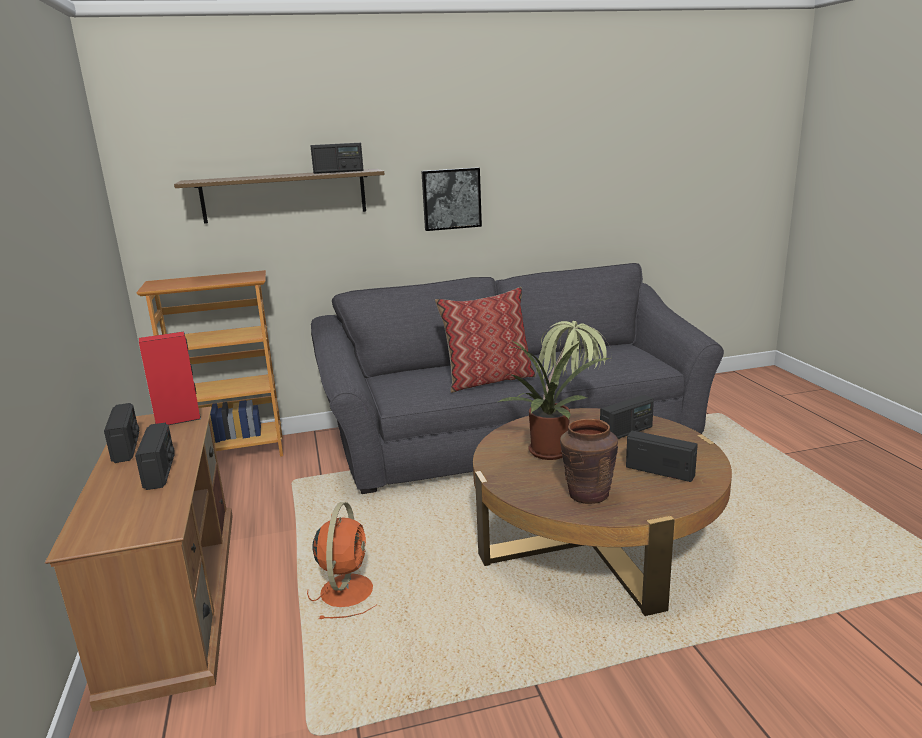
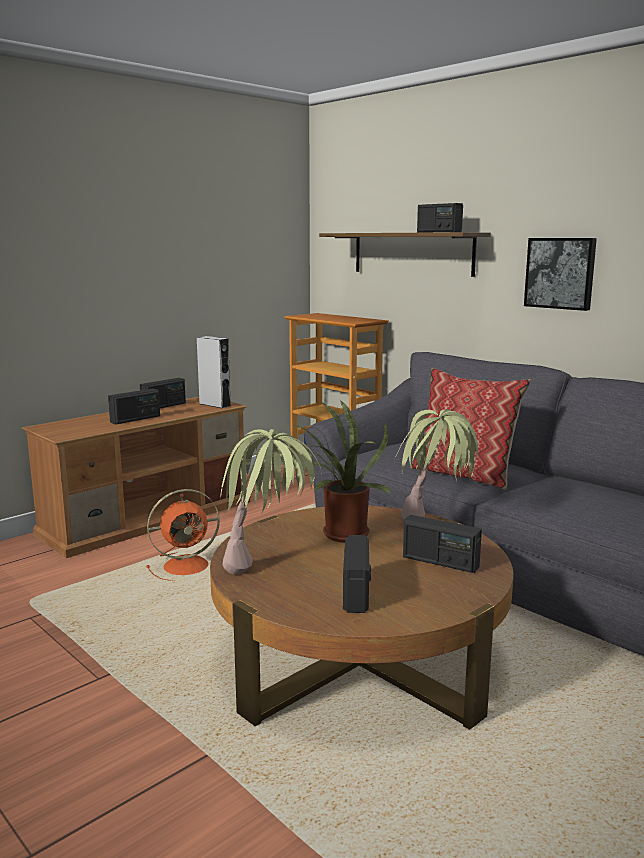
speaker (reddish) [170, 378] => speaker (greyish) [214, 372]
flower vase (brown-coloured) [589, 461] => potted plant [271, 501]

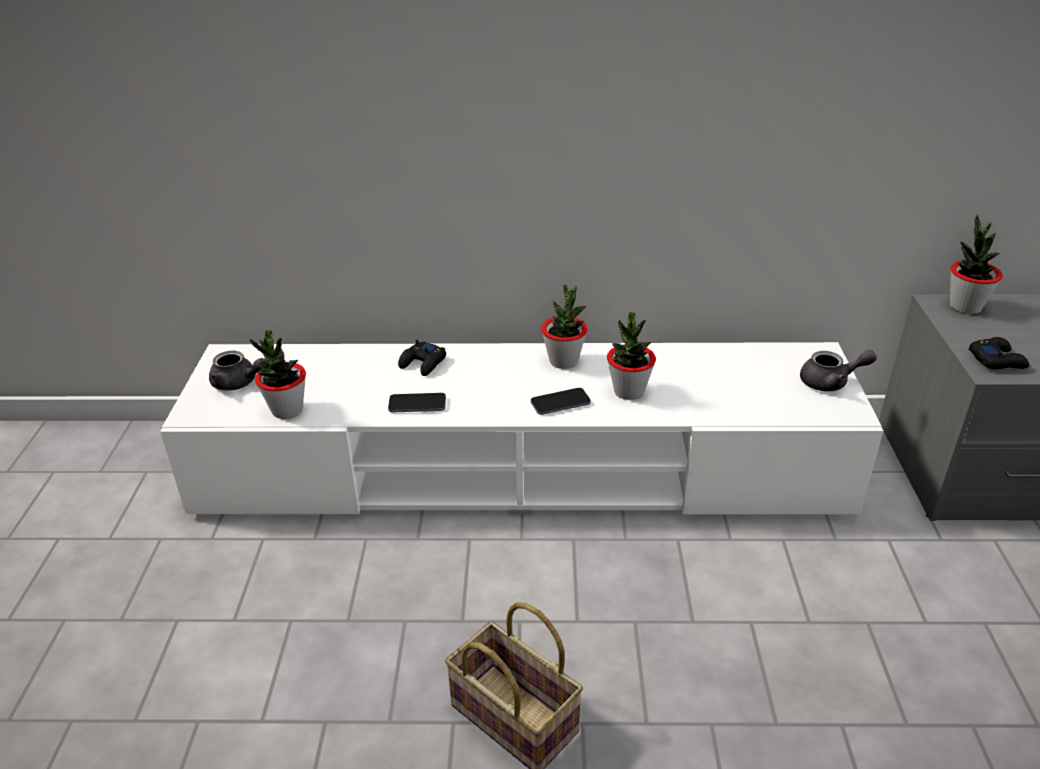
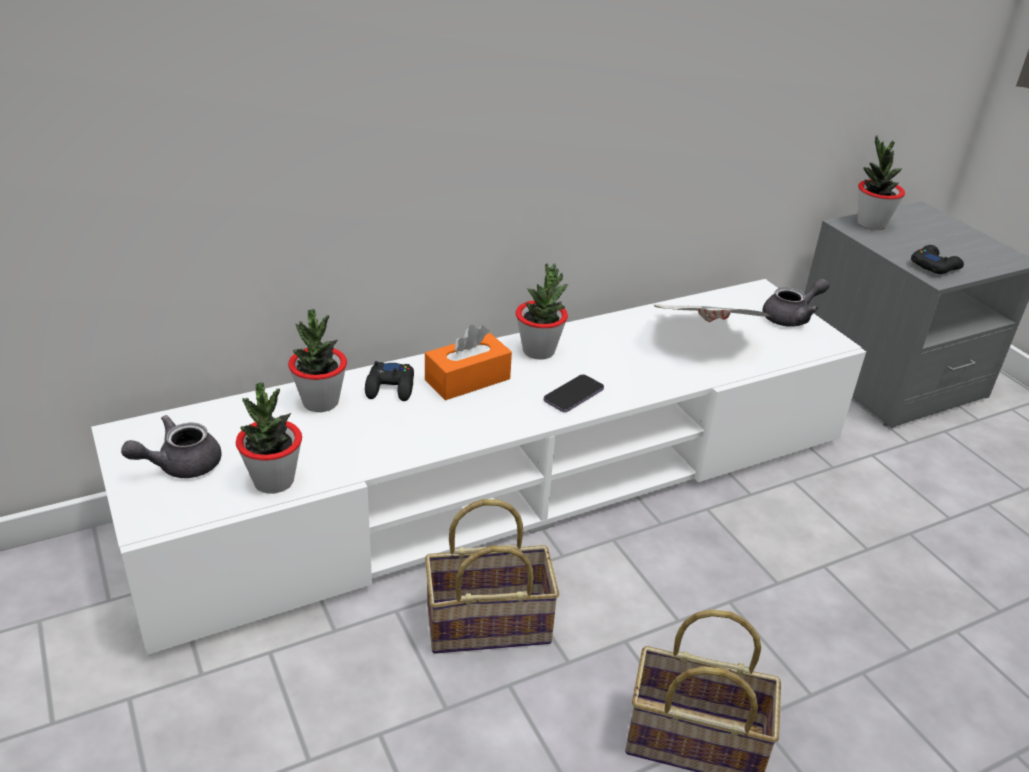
teapot (greyish) [238, 371] => teapot (greyish) [171, 446], 150 degrees clockwise
potted plant [631, 356] => potted plant [317, 360], move
nothing => box of tissues (orange) [468, 362]
nothing => basket [492, 576]
nothing => newspaper [712, 313]
handset [417, 402] => nothing

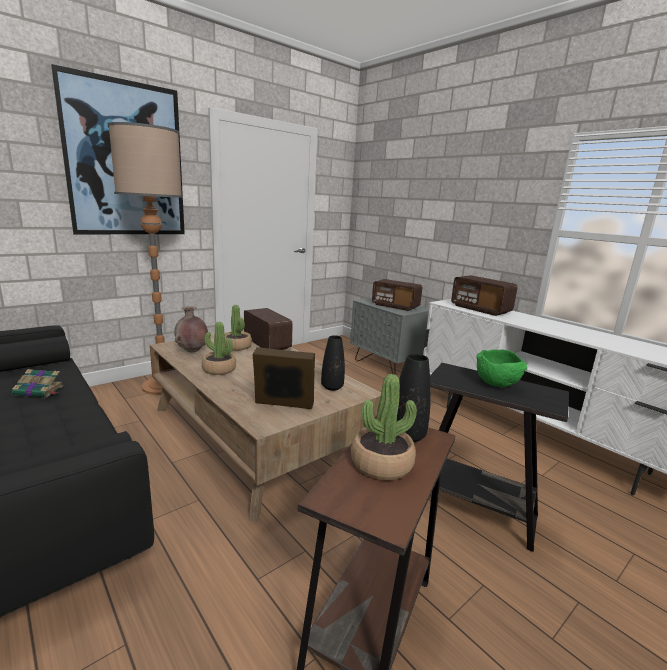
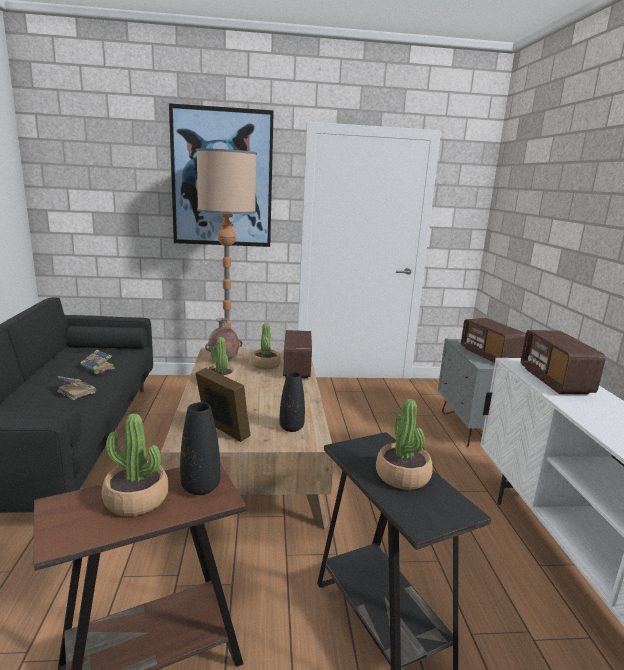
nothing => volume [76, 388]
deep dish (green) [501, 368] => potted plant [404, 444]

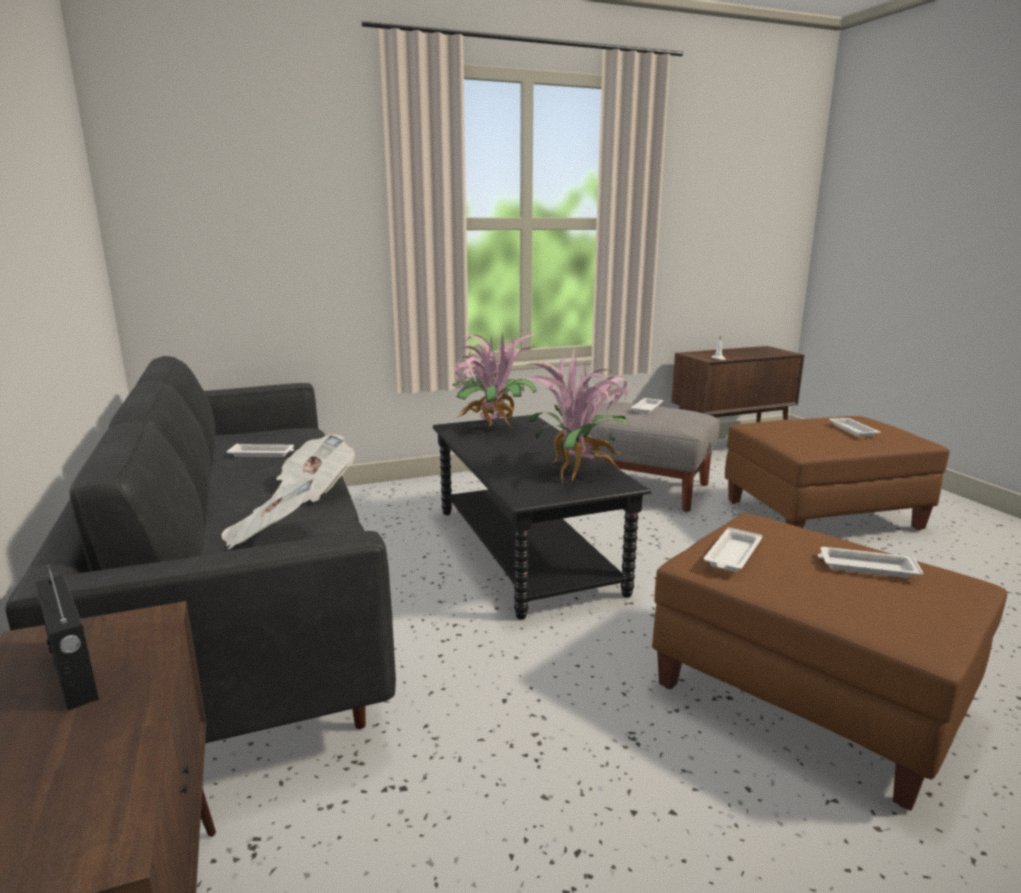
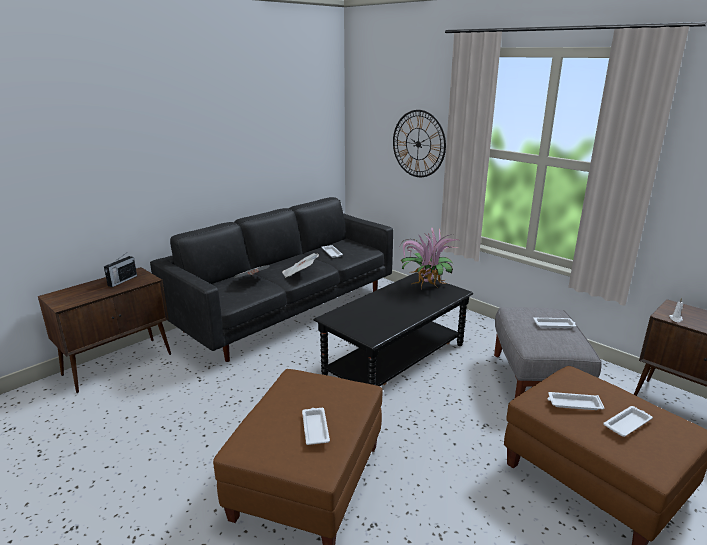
nothing => wall clock [419, 143]
carrying tray (white) [733, 549] => carrying tray (white) [576, 401], move
potted plant [576, 418] => nothing

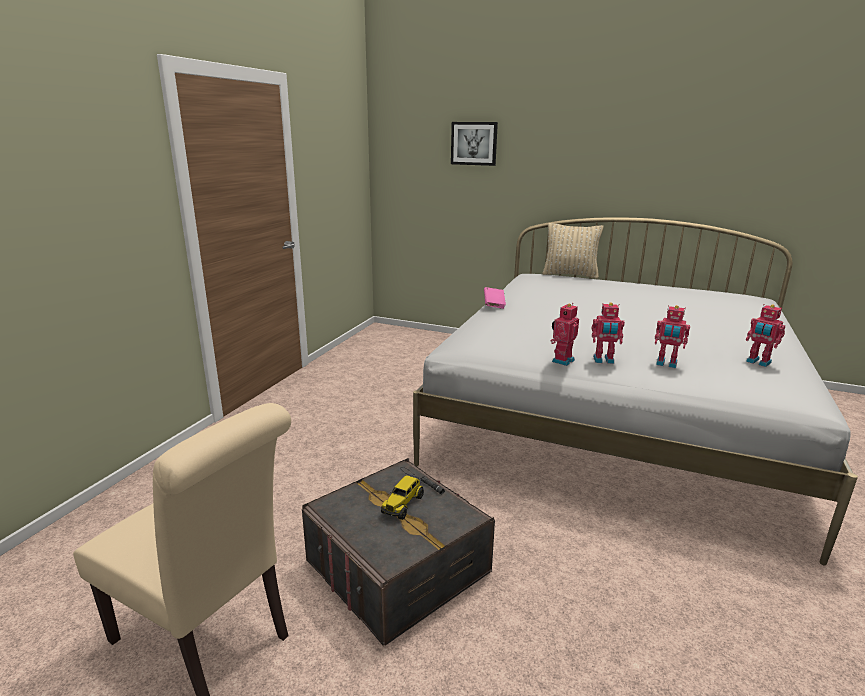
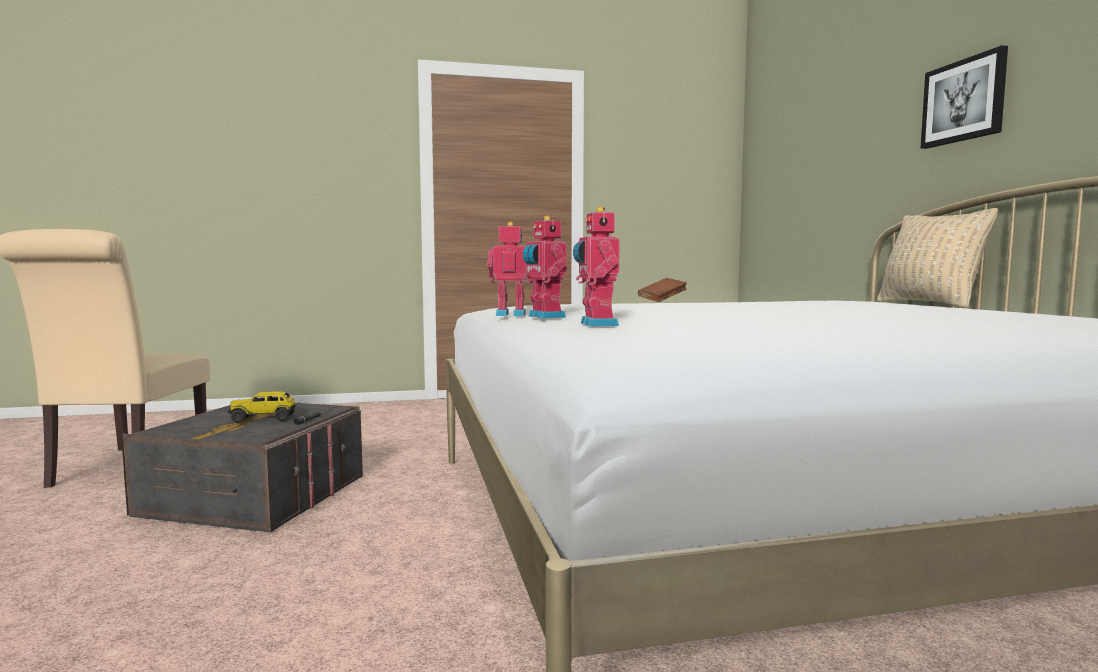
volume (pink) [495, 298] => volume (brown-coloured) [662, 290]
picture [474, 144] => picture [964, 97], move
model robot [765, 335] => nothing

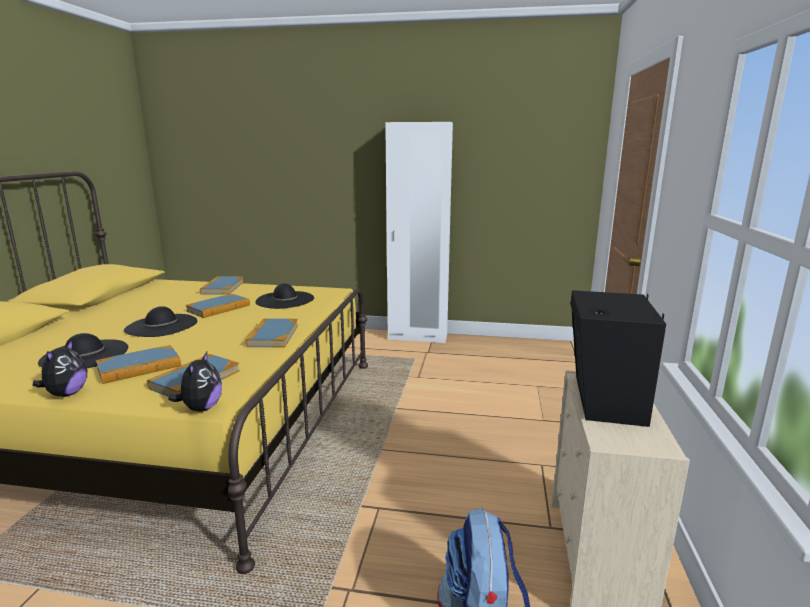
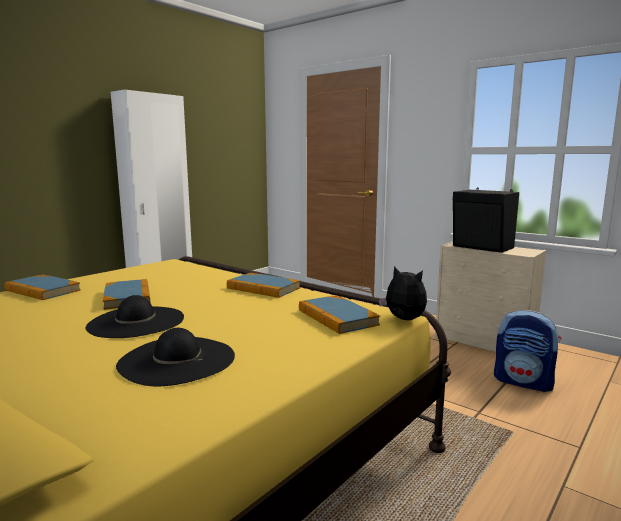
plush toy [60, 368] => nothing
volume [138, 364] => nothing
wearable hat (blackish) [284, 296] => nothing

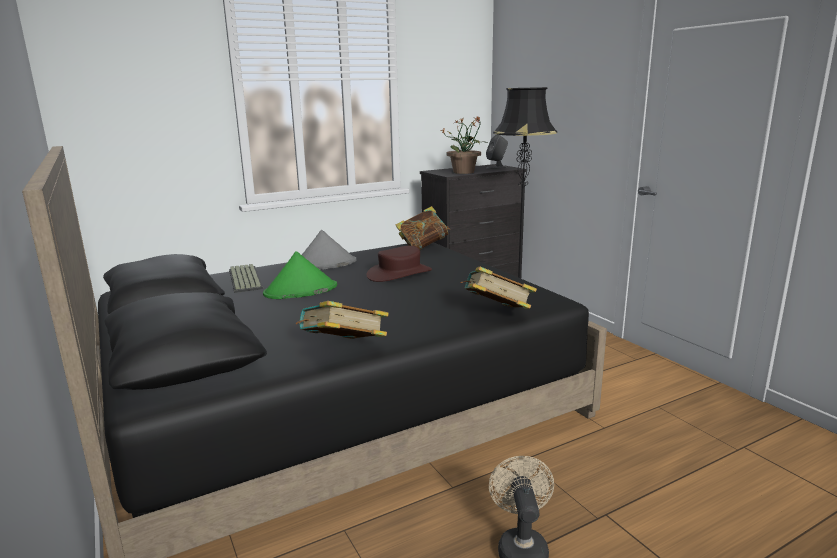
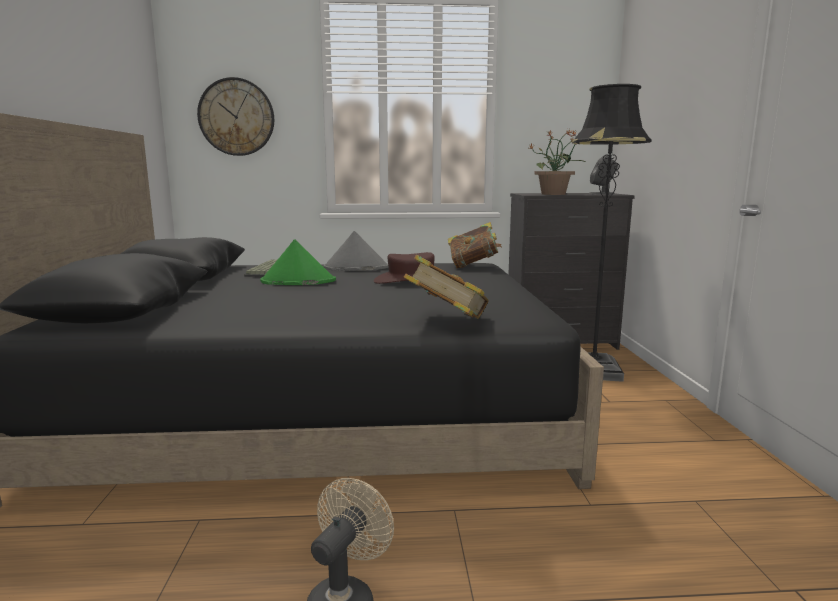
nothing => wall clock [235, 116]
volume [342, 320] => nothing

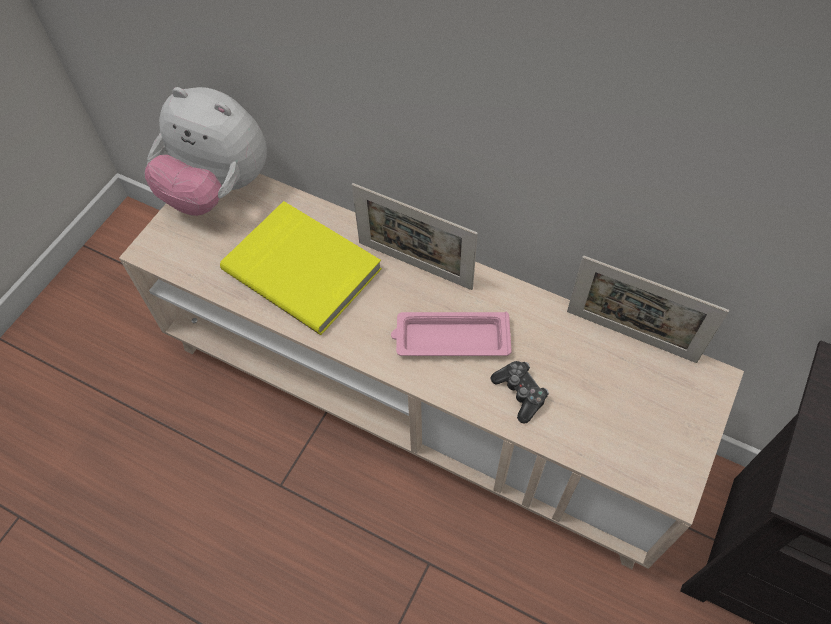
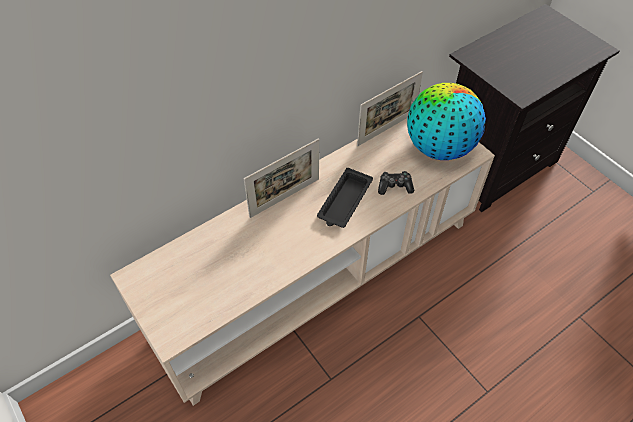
carrying tray (pink) [451, 334] => carrying tray (blackish) [345, 198]
nothing => desk globe [446, 121]
plush toy [206, 151] => nothing
volume (yellow-coloured) [301, 268] => nothing

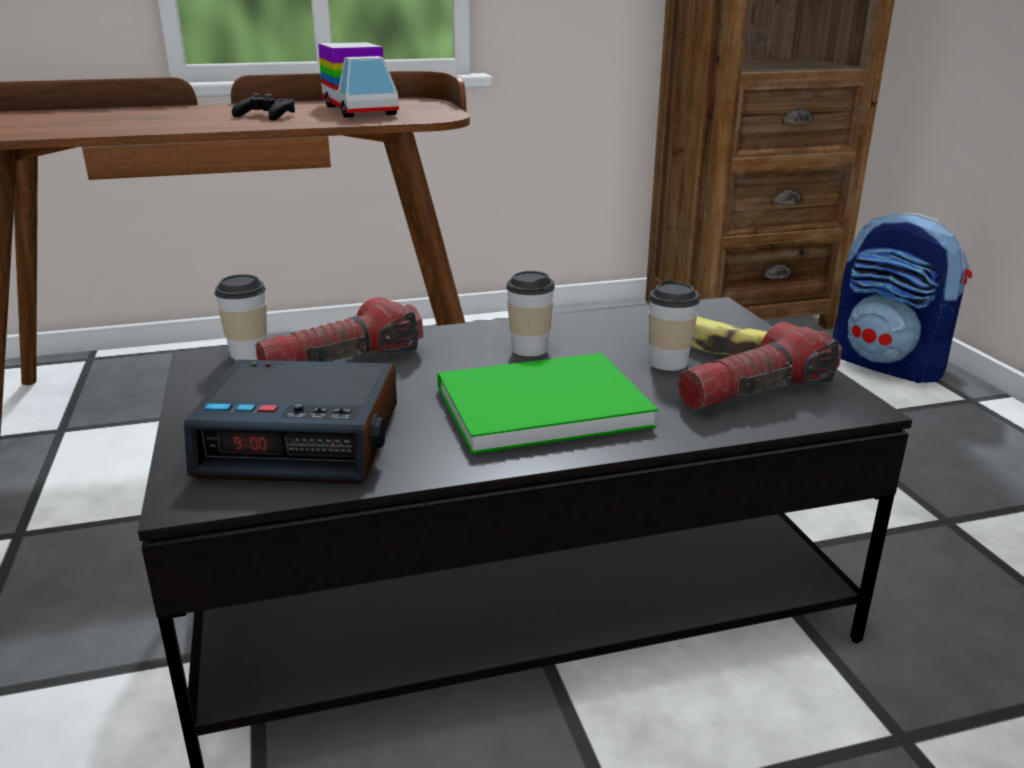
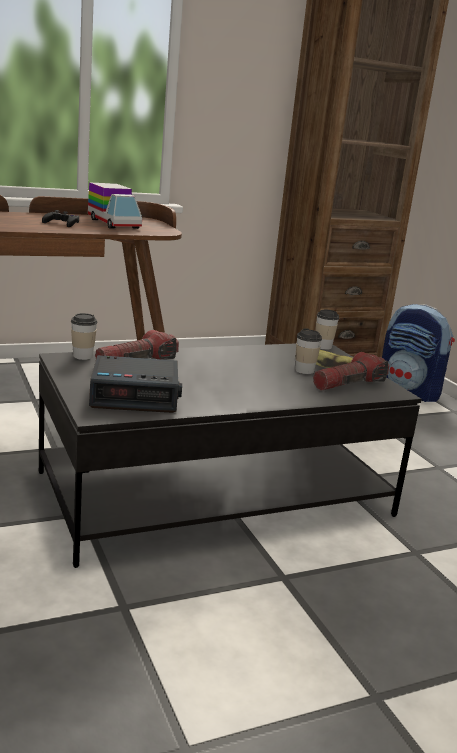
cup [530, 313] => cup [327, 329], move
volume (green) [547, 403] => nothing

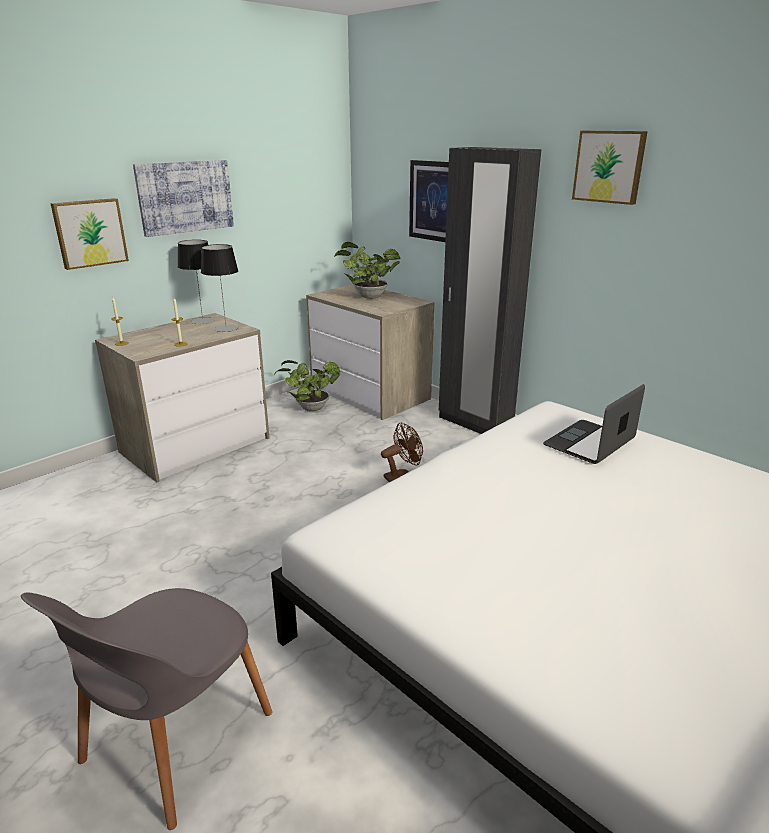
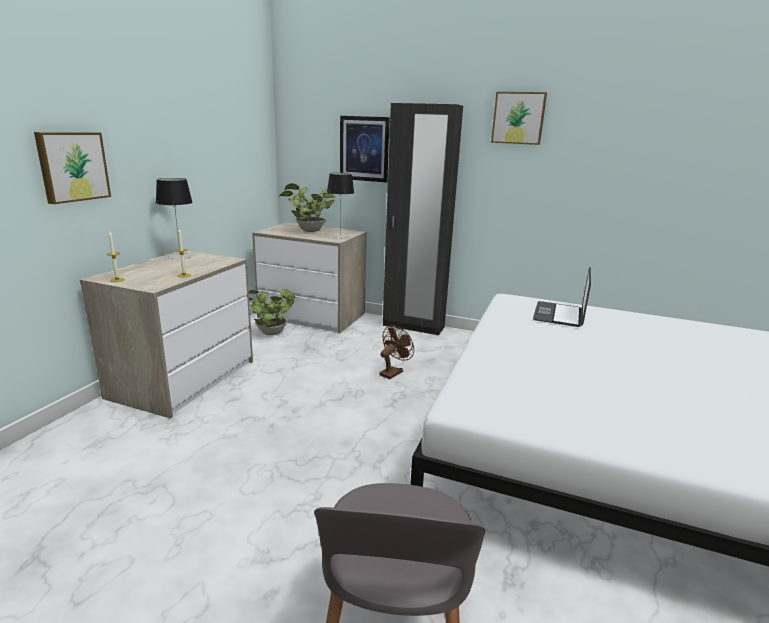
table lamp [220, 288] => table lamp [340, 205], move
picture [183, 198] => nothing

